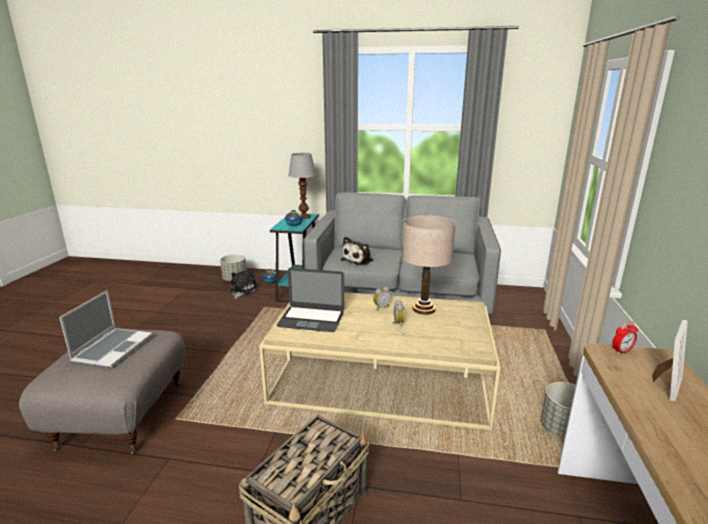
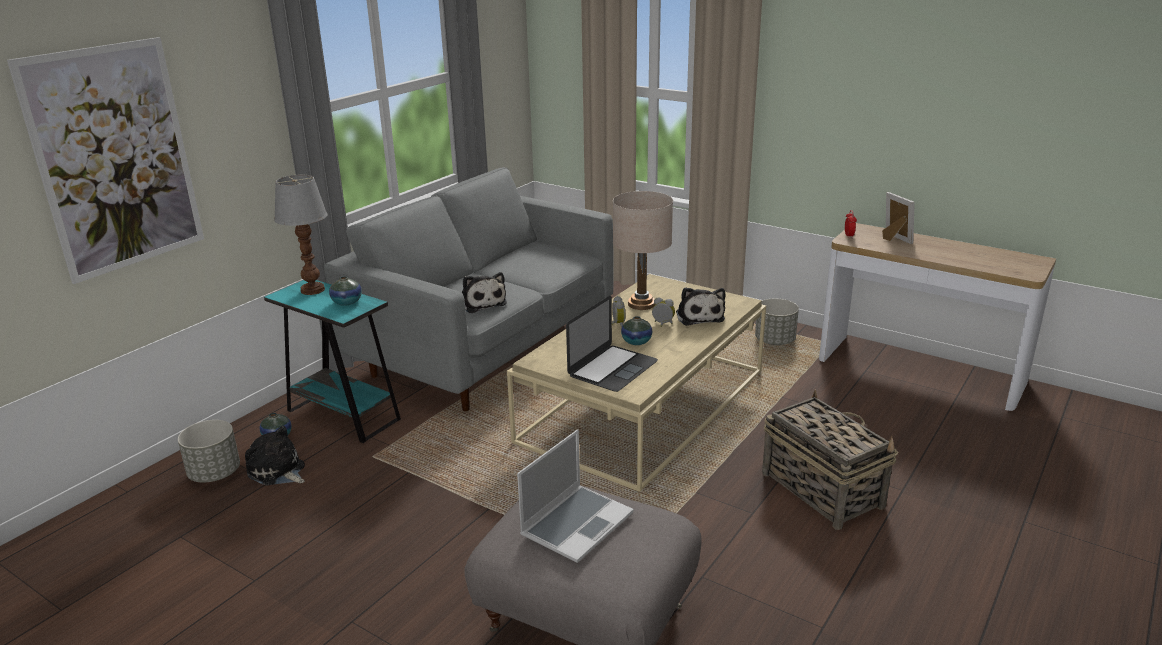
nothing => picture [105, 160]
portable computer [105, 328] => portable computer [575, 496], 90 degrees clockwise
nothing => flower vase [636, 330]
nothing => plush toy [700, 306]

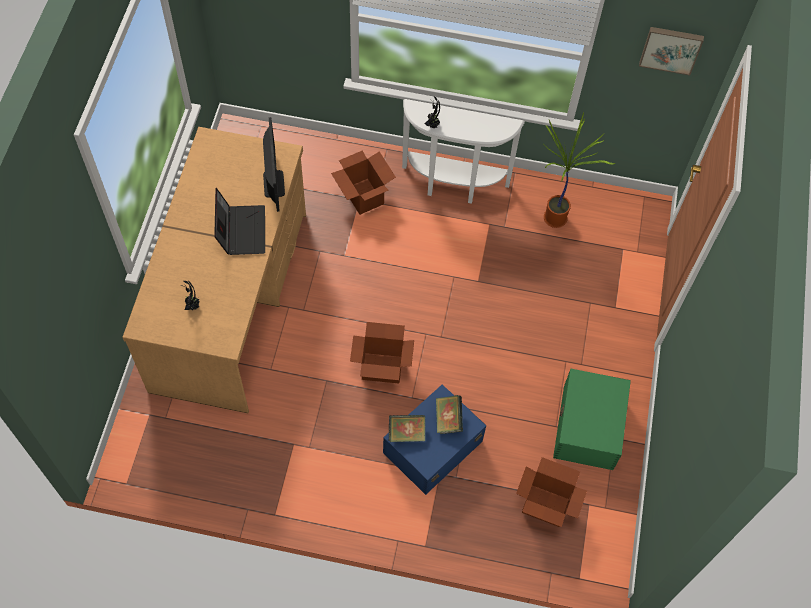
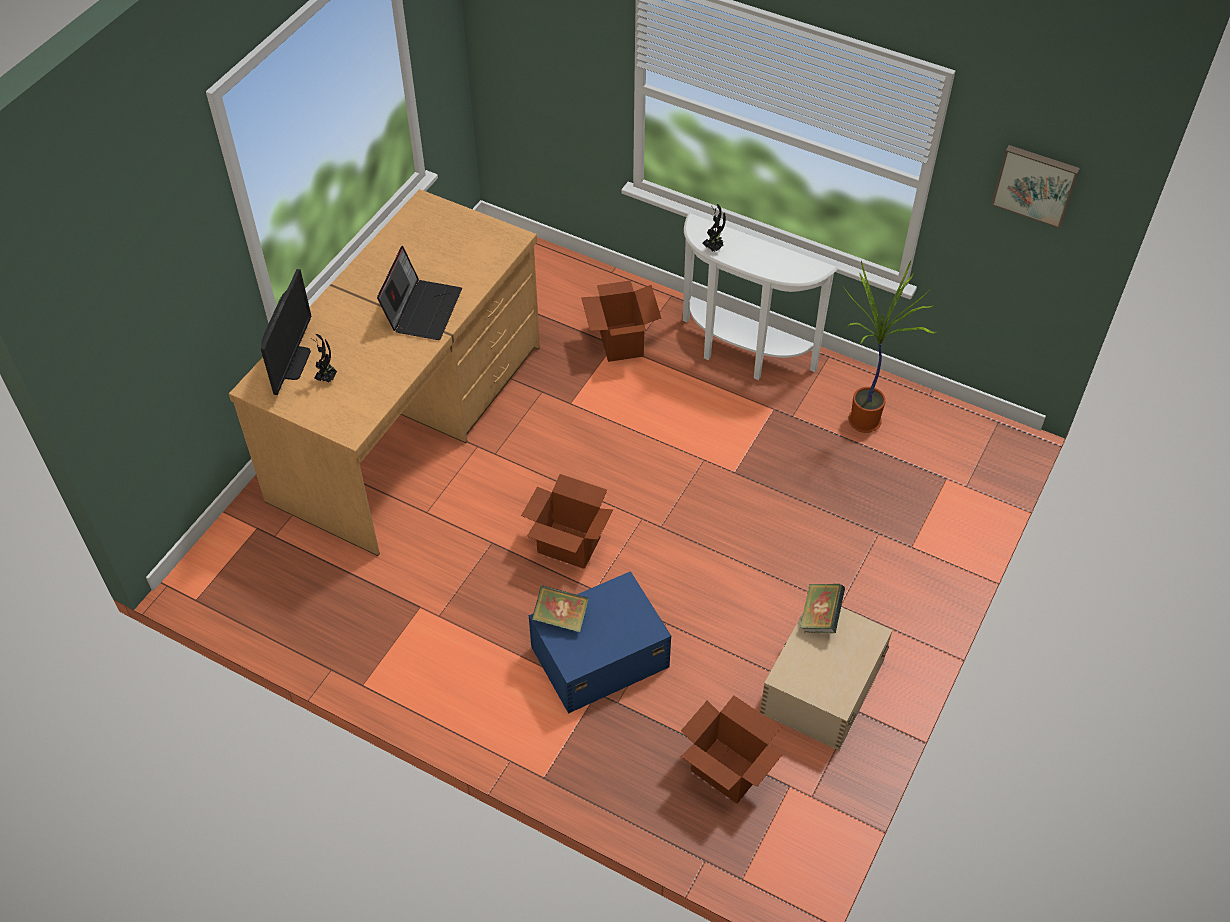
computer screen [274, 164] => computer screen [286, 332], move
storage container (green) [592, 419] => storage container (sand-coloured) [826, 679]
volume [449, 414] => volume [822, 608], move

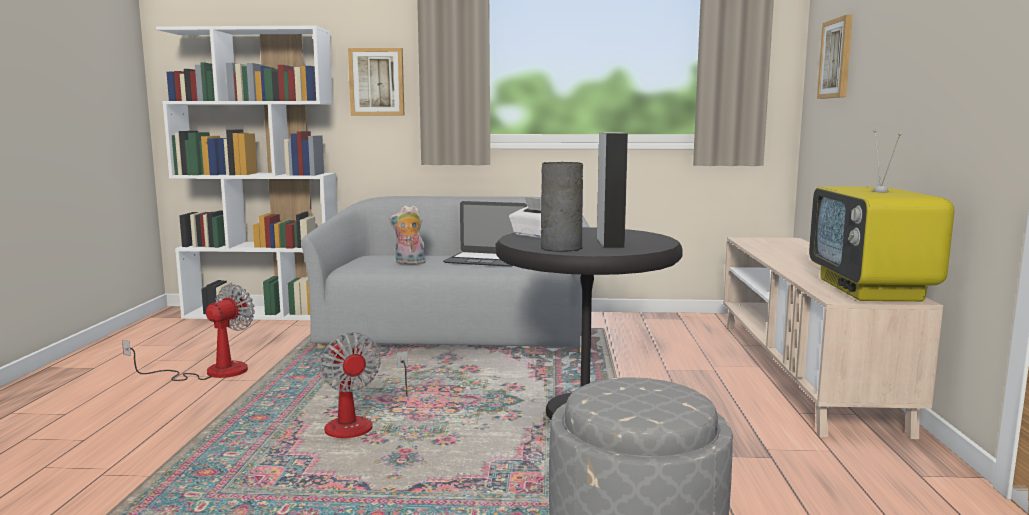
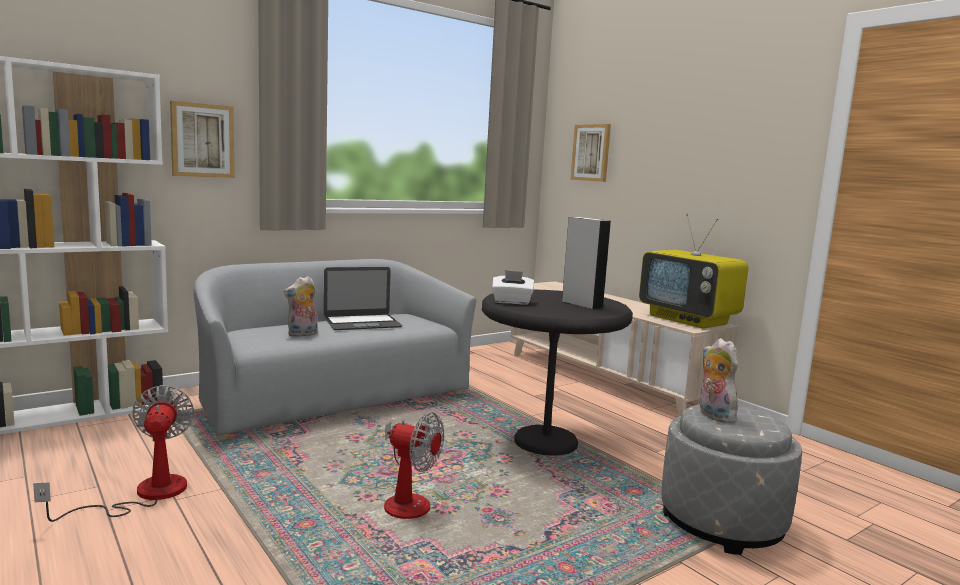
nothing => plush toy [719, 380]
flower vase (greyish) [562, 207] => nothing

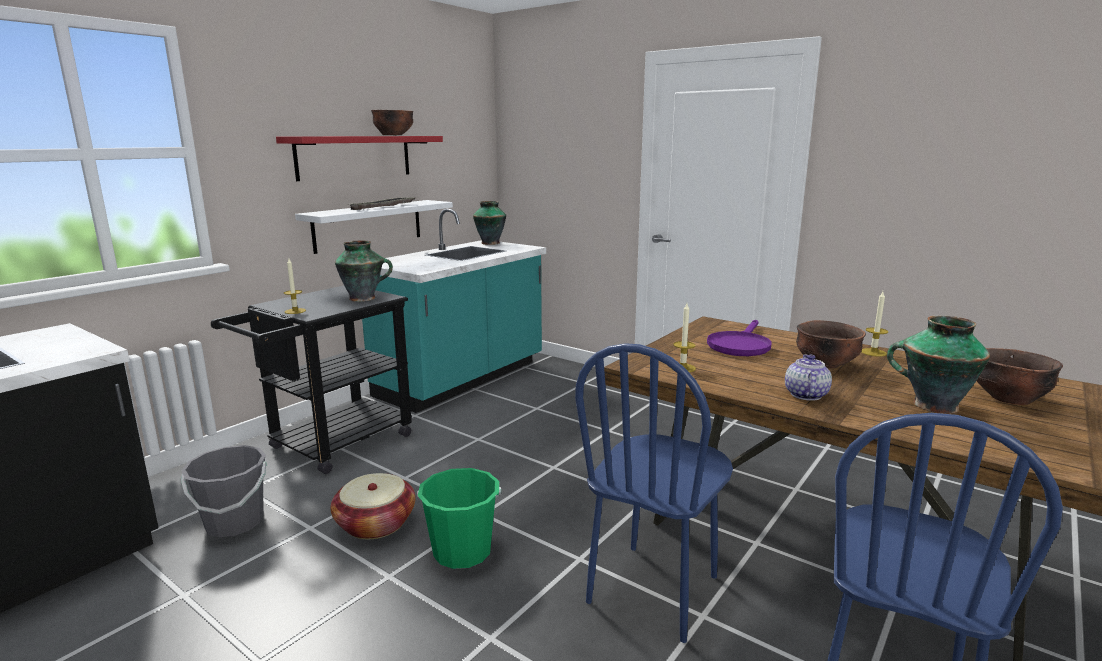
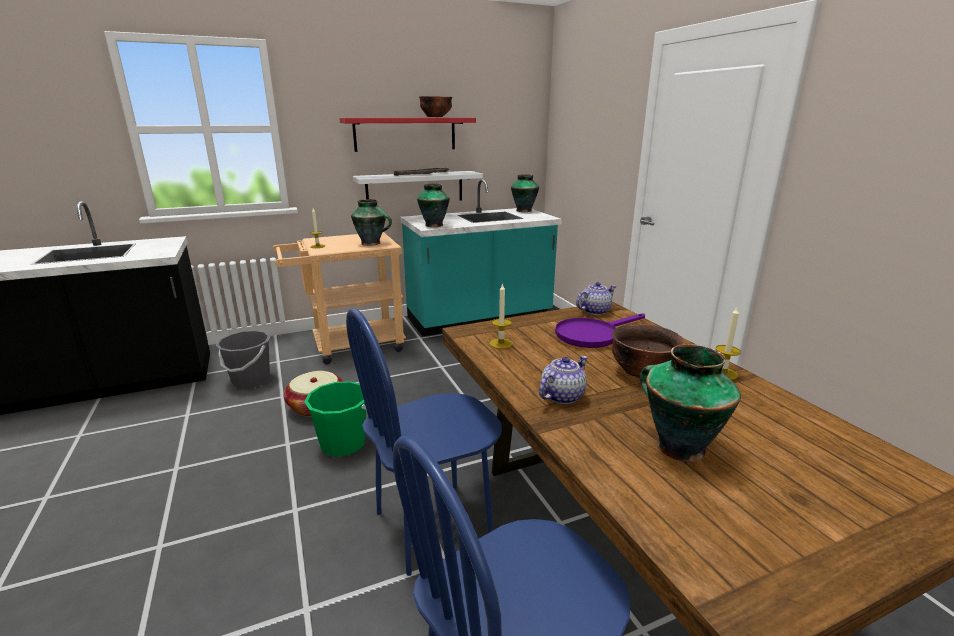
wheeled cart (blackish) [311, 379] => wheeled cart (sand-coloured) [339, 298]
nothing => flower vase [433, 205]
nothing => teapot [596, 298]
deep dish (brown-coloured) [1020, 376] => nothing

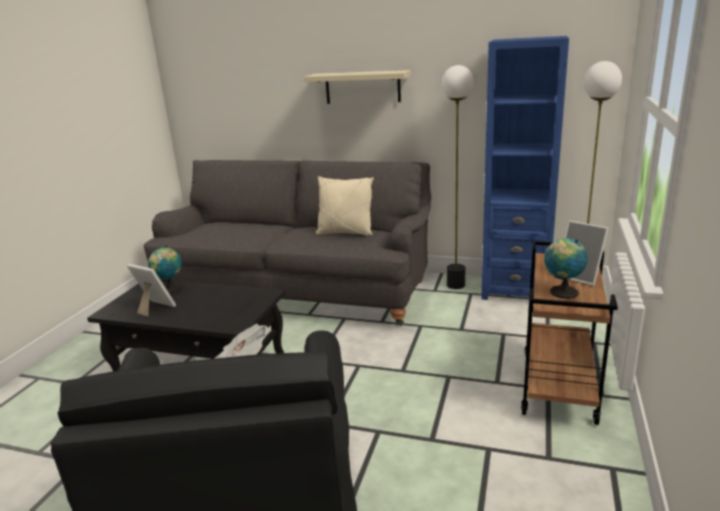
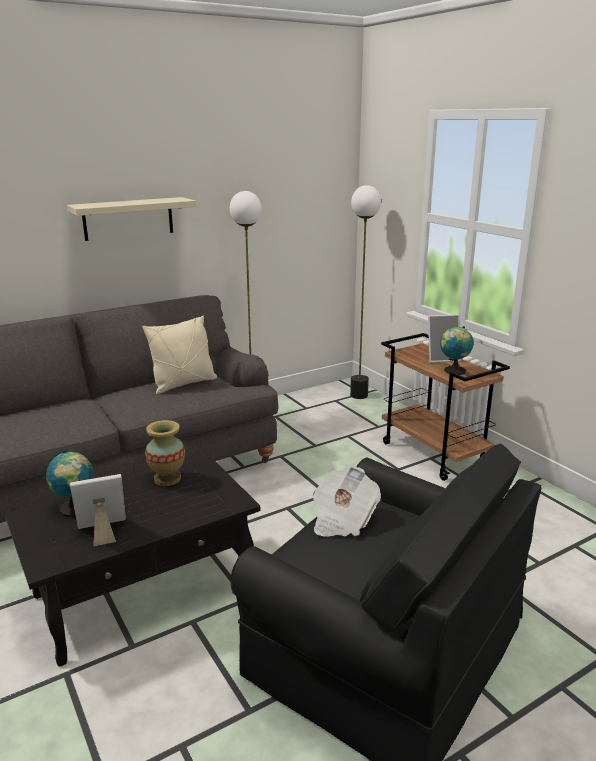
nothing => flower vase [165, 453]
bookcase (blue) [525, 168] => nothing

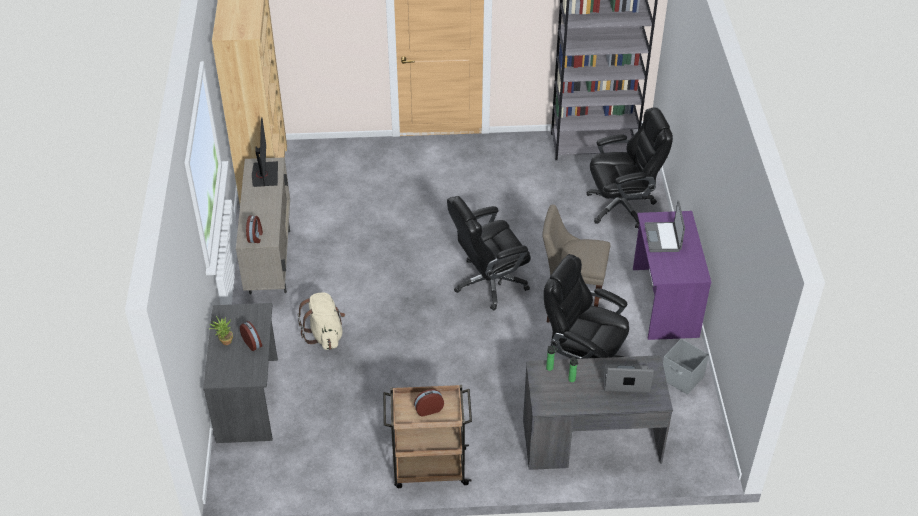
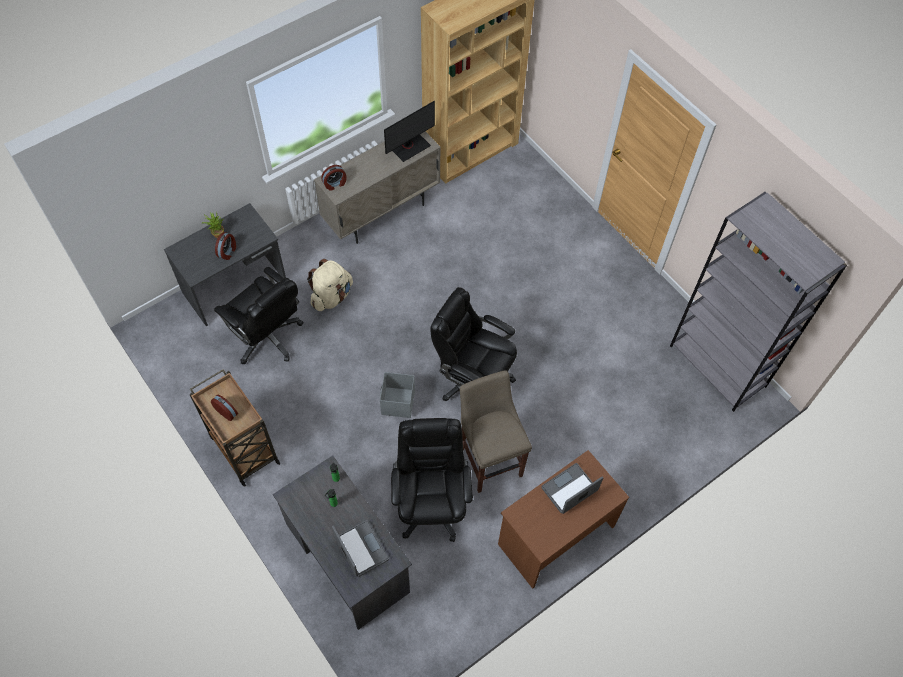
desk chair (blackish) [630, 168] => desk chair (blackish) [259, 315], move
storage container (greyish) [686, 367] => storage container (greyish) [397, 395], move
desk unit (purple-coloured) [672, 275] => desk unit (brown-coloured) [563, 519]

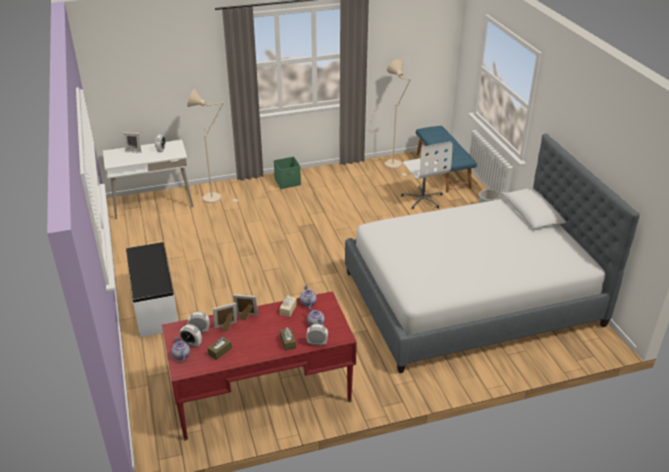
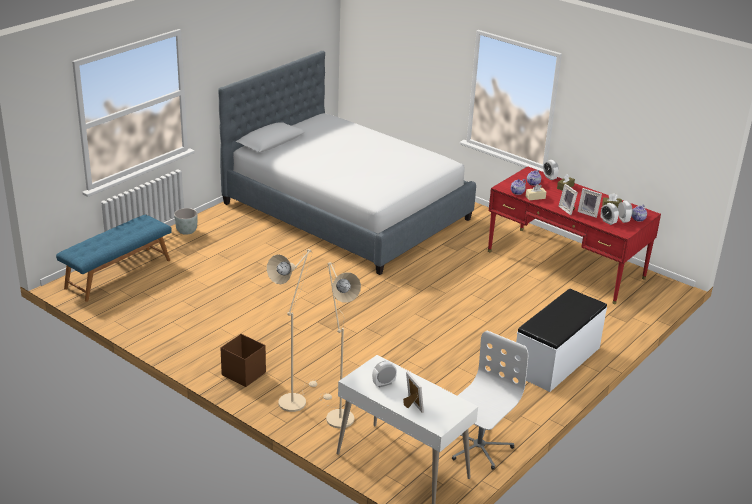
storage container (green) [287, 173] => storage container (brown-coloured) [243, 360]
standard lamp (sand-coloured) [398, 118] => standard lamp (sand-coloured) [292, 330], move
desk chair (white) [427, 175] => desk chair (white) [490, 400], move

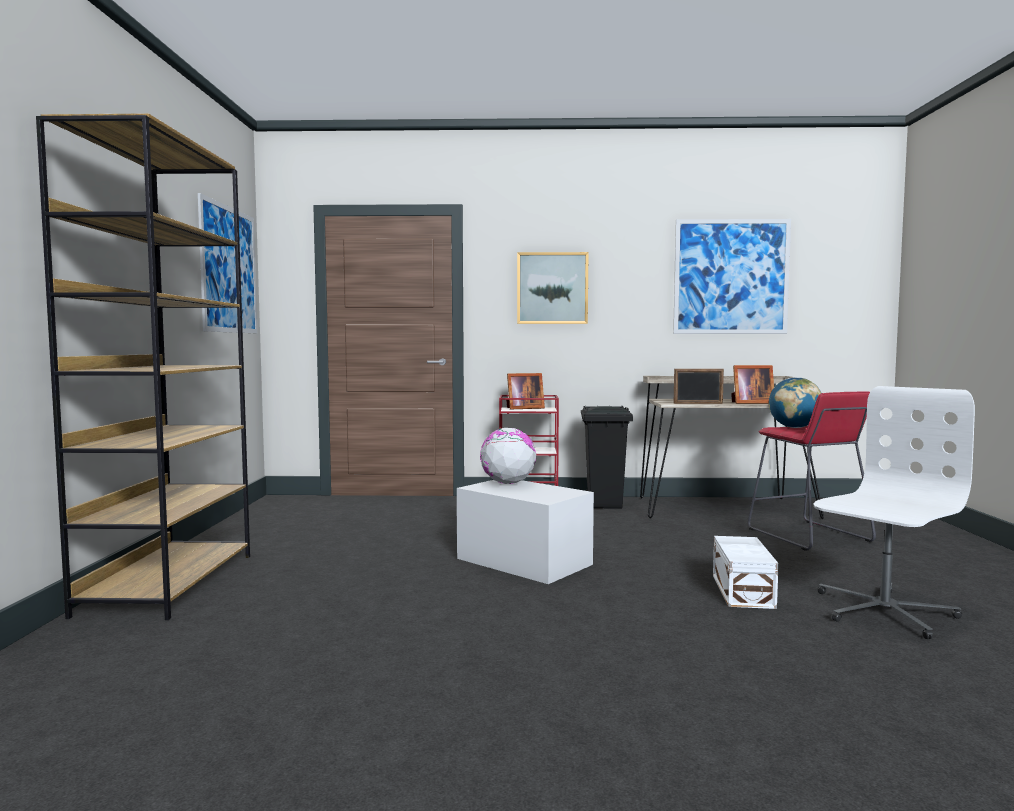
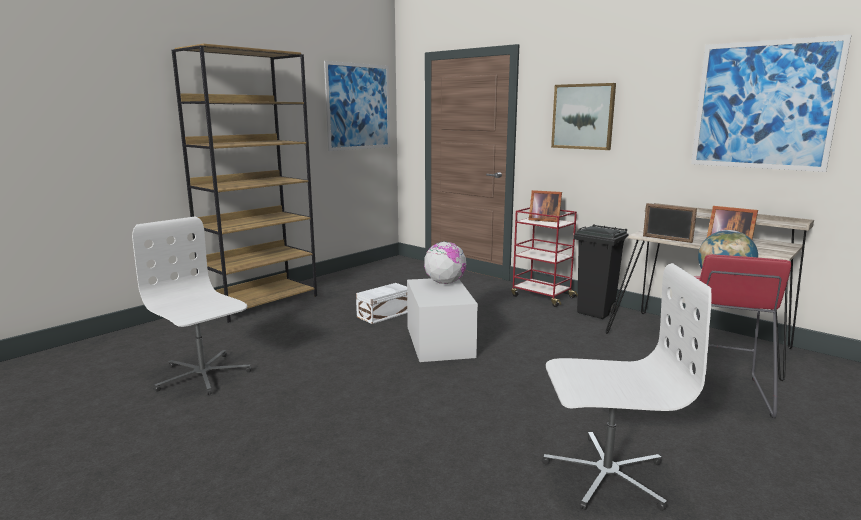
nothing => desk chair (white) [191, 306]
storage container (white) [746, 572] => storage container (white) [381, 303], move

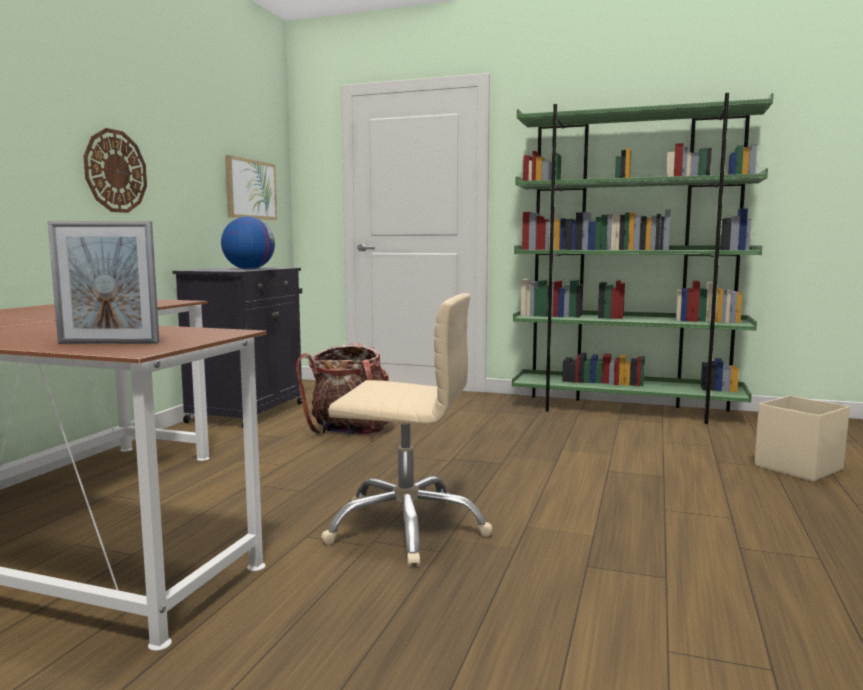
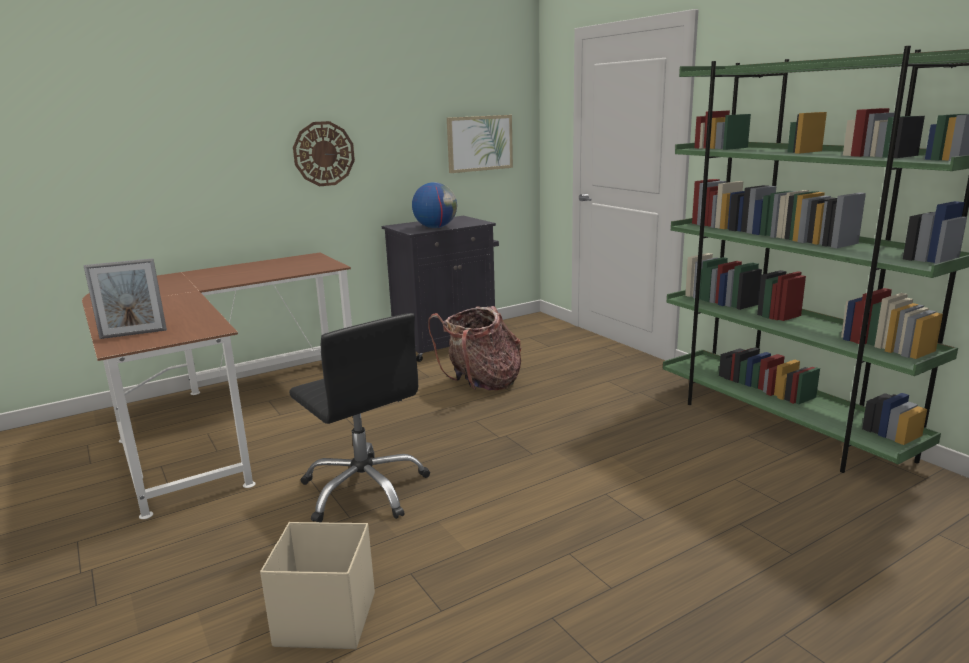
picture frame [104, 282] => picture frame [125, 298], 60 degrees counterclockwise
storage container (sand-coloured) [802, 439] => storage container (sand-coloured) [317, 585], move
desk chair (sand-coloured) [406, 430] => desk chair (blackish) [359, 417]

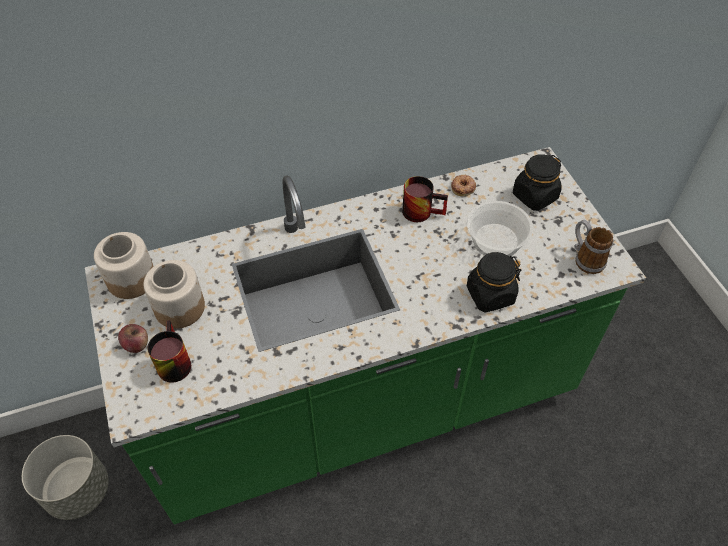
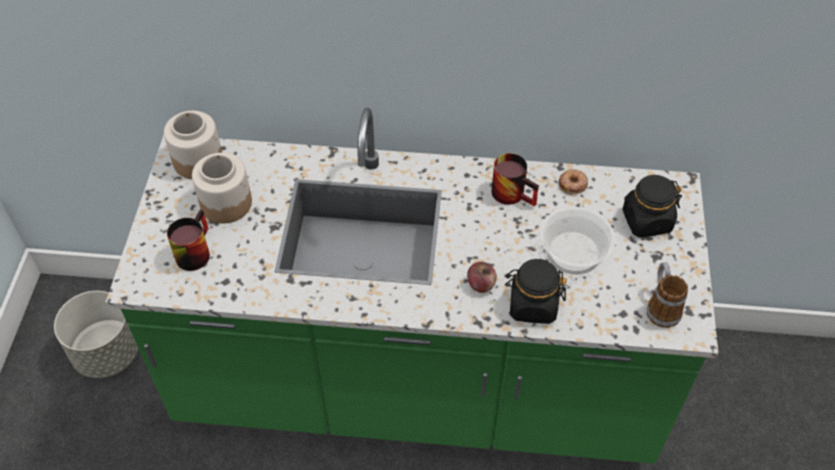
whole apple [133, 338] => whole apple [482, 277], move

